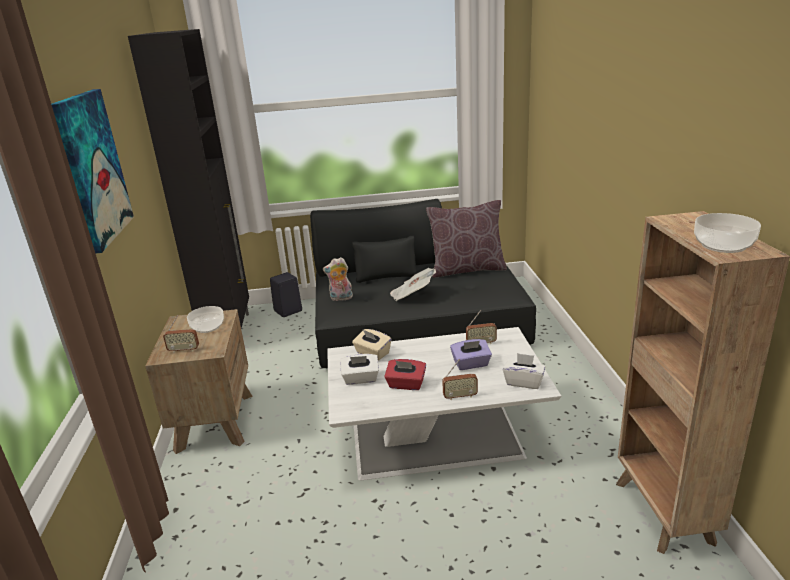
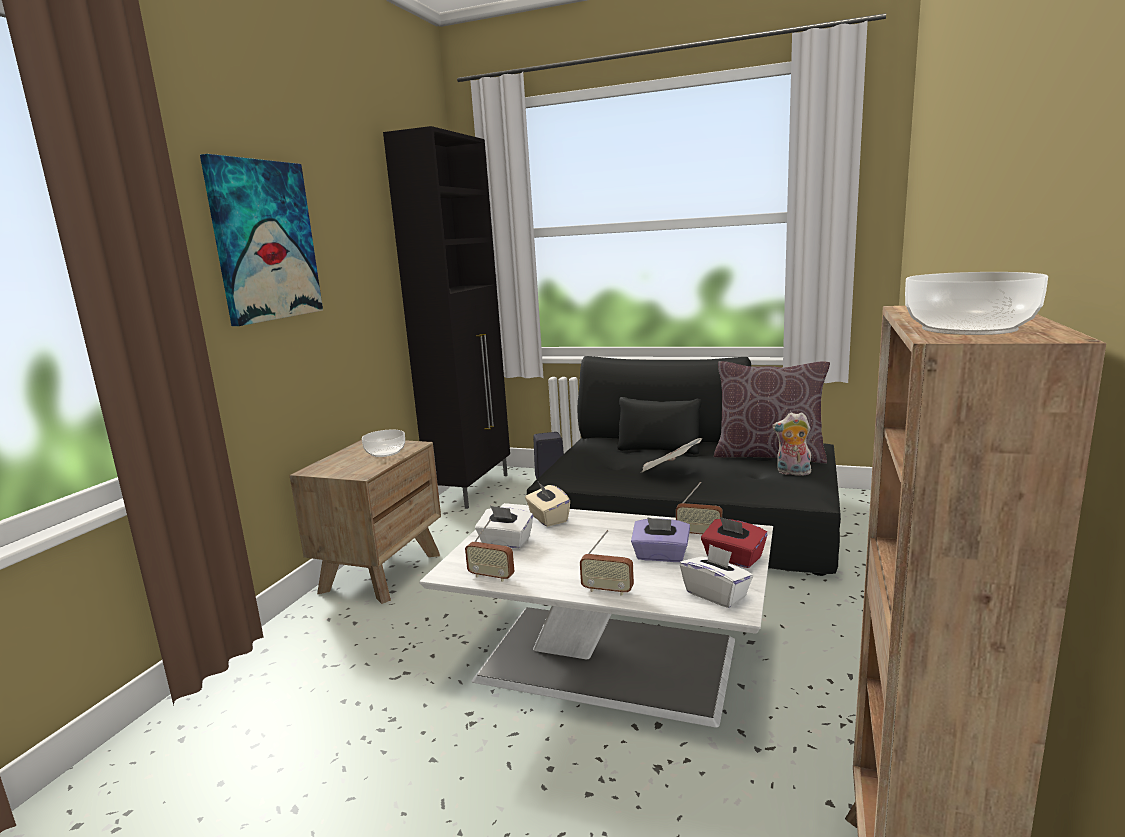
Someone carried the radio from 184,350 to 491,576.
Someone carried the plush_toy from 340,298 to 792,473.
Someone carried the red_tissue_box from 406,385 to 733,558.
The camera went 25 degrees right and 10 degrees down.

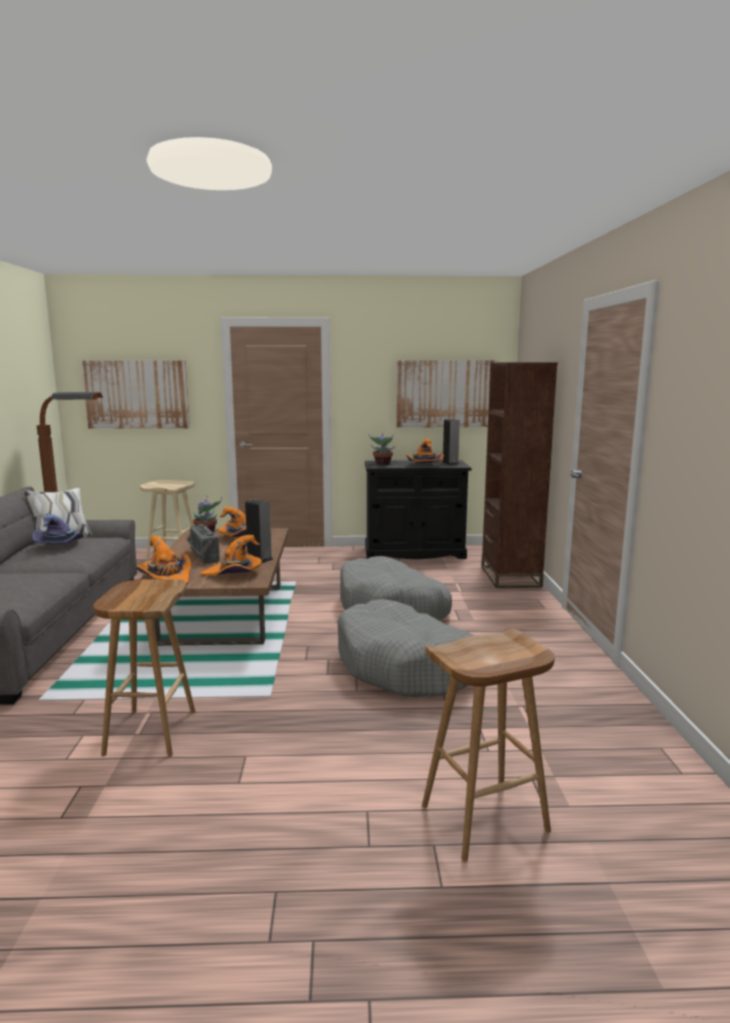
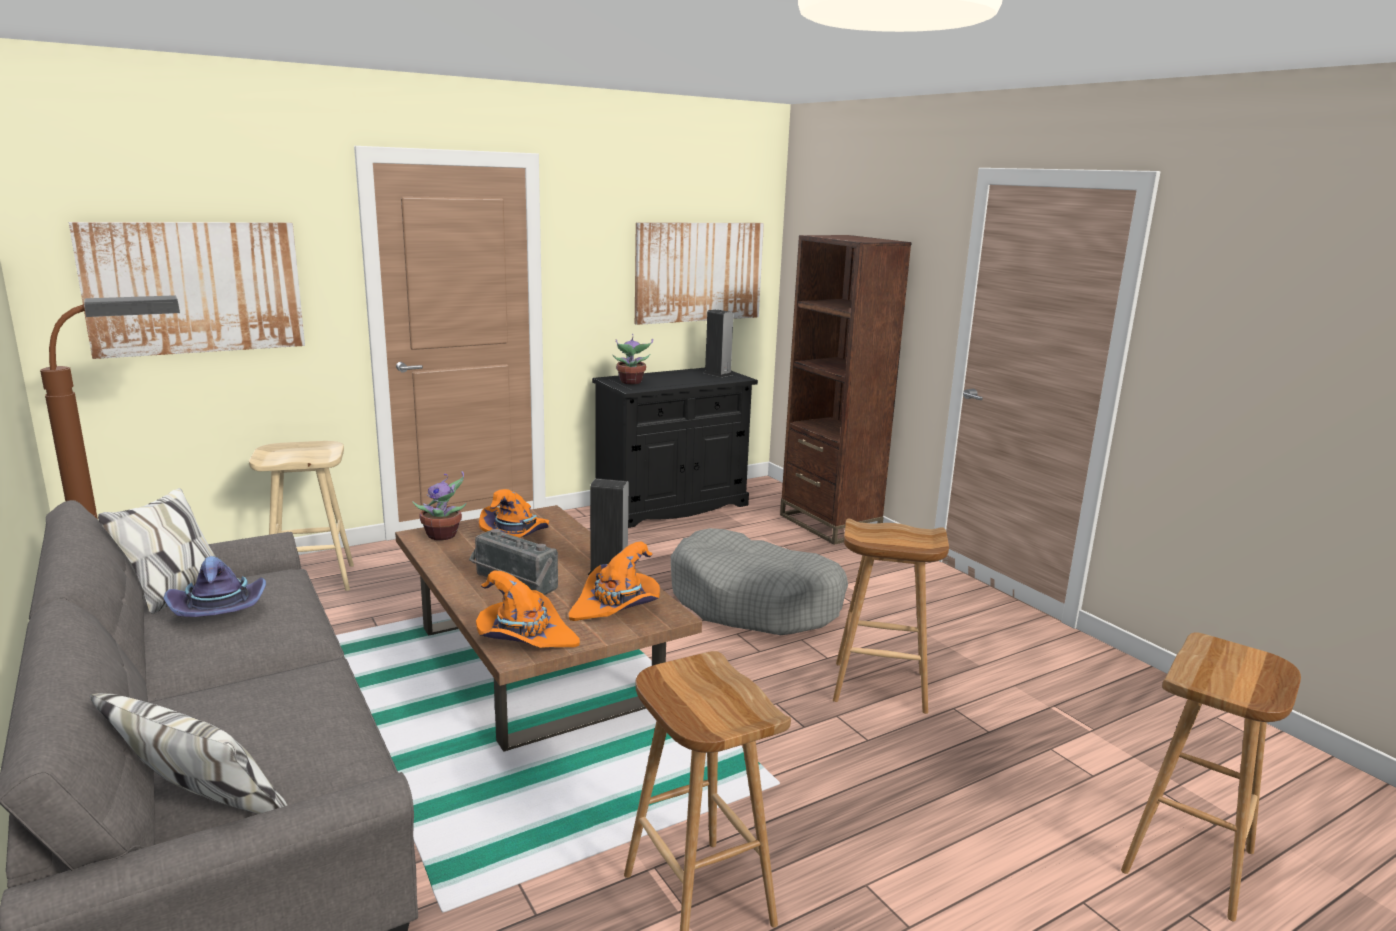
Someone swapped the grey_dog_bed at 406,666 for the brown_stool at 878,687.
Someone took away the orange_hat at 423,465.
The camera went 30 degrees left and 5 degrees up.

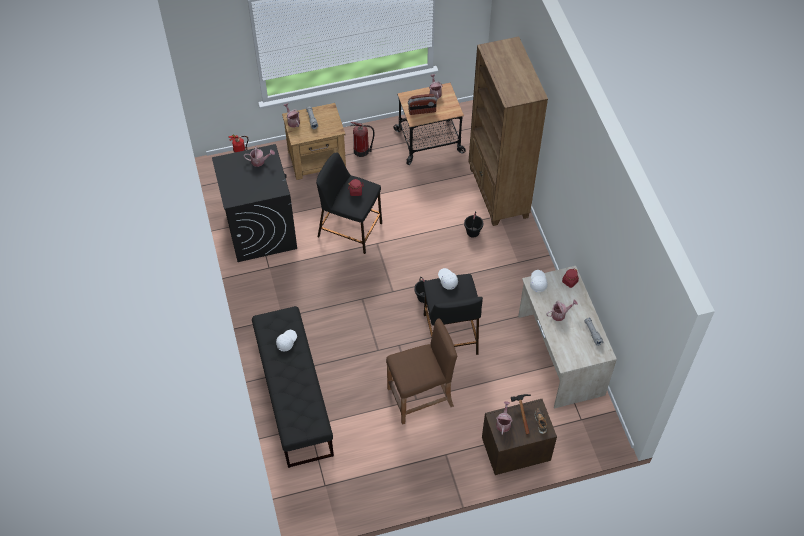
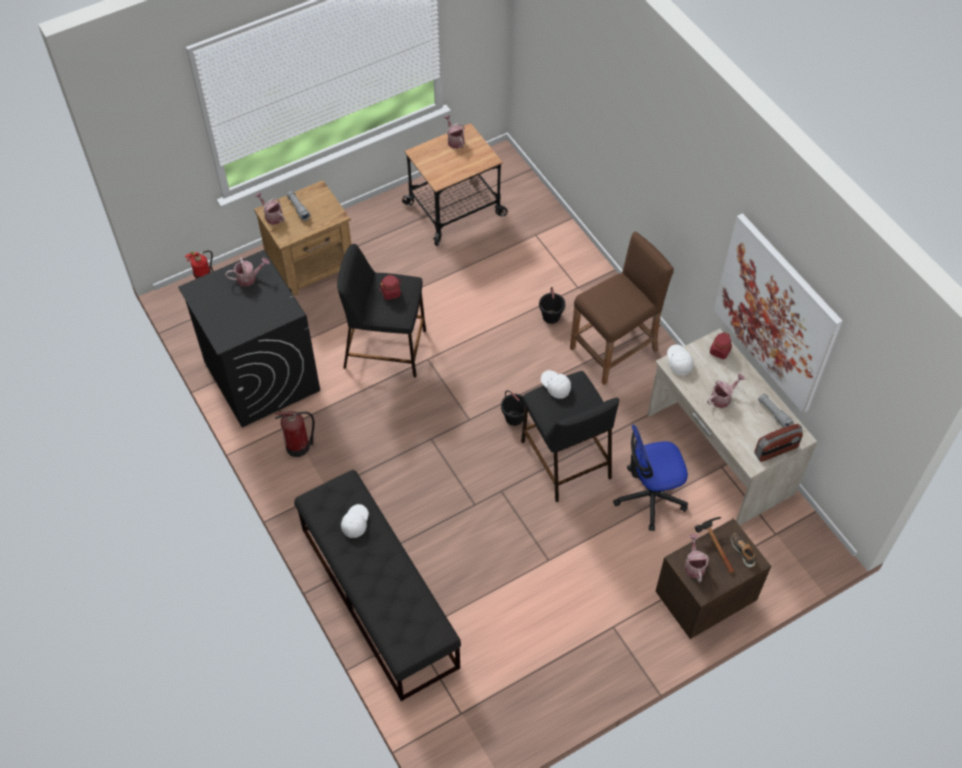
Someone carried the fire_extinguisher from 362,151 to 299,446.
Someone carried the brown_stool from 420,398 to 614,350.
Someone carried the radio from 422,111 to 776,450.
Someone took away the brown_bookcase at 498,193.
Someone put down the office_chair at 649,496.
Someone put up the picture at 776,313.
The camera went 15 degrees left and 0 degrees up.

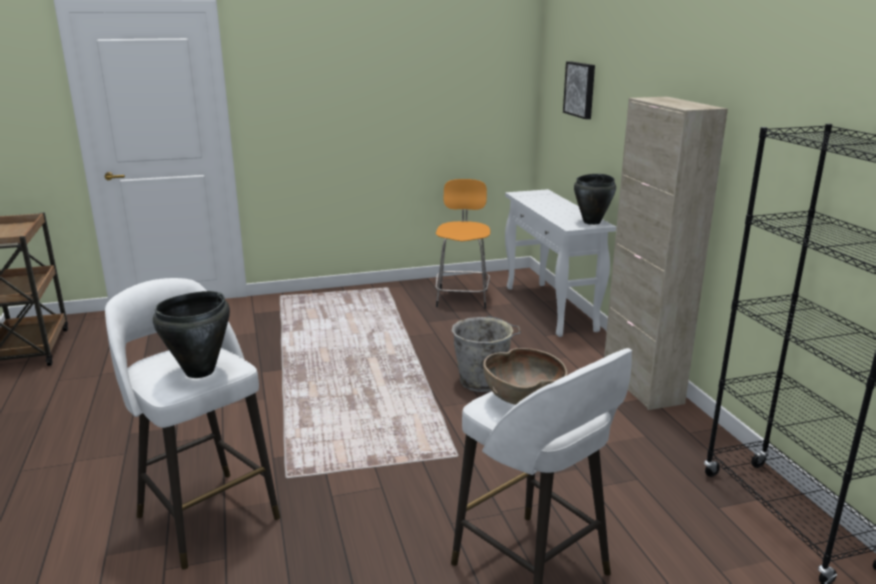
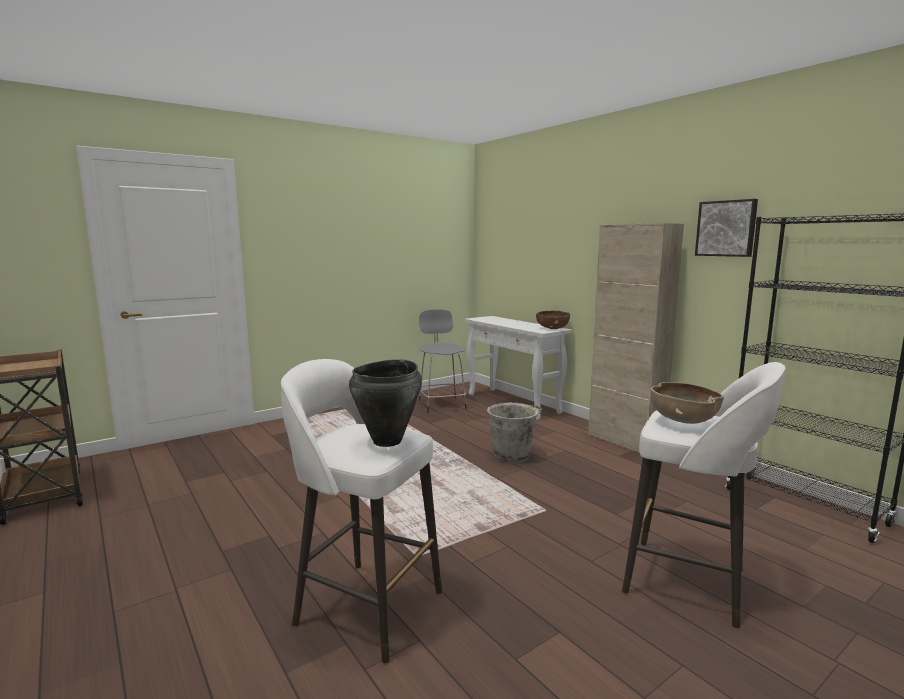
Someone repainted the orange_stool at 462,297, which became the grey_stool at 441,404.
Someone carried the picture from 581,89 to 726,228.
Someone swapped the black_cooking_pot at 592,222 for the brown_bowl at 552,328.
The camera went 20 degrees left and 10 degrees down.

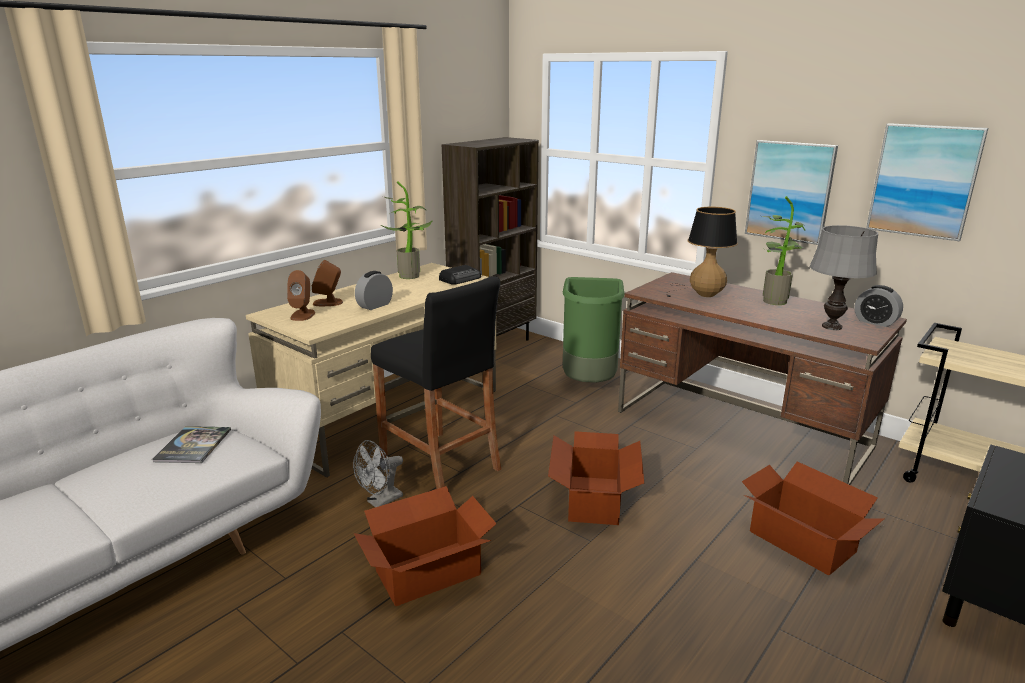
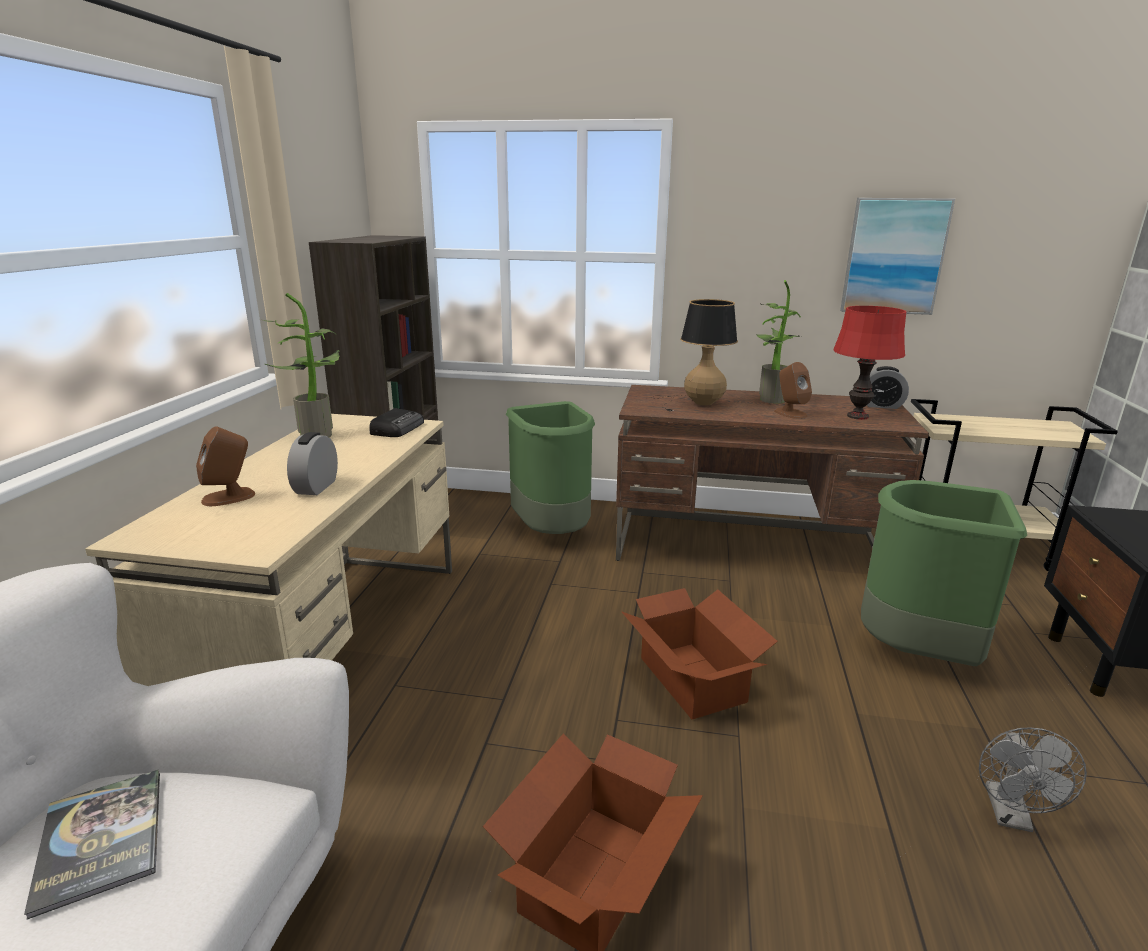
Someone carried the brown_speaker from 303,315 to 790,413.
Someone carried the grey_fan from 380,502 to 1011,816.
Someone took away the black_stool at 439,464.
Someone swapped the cardboard_box at 802,542 for the green_trash_can at 918,654.
Someone took away the picture at 790,191.
Someone repainted the grey_table_lamp at 831,327, which became the red_table_lamp at 857,416.
The camera went 30 degrees left and 0 degrees up.

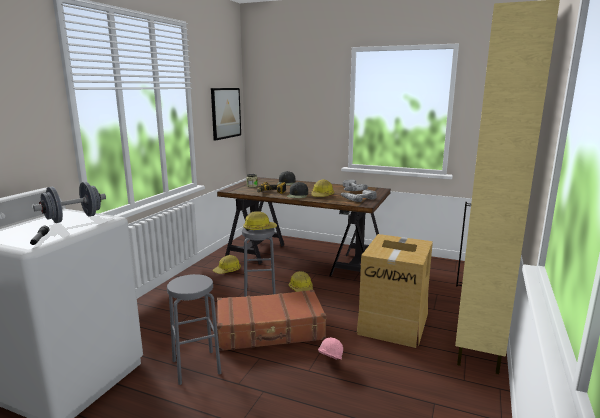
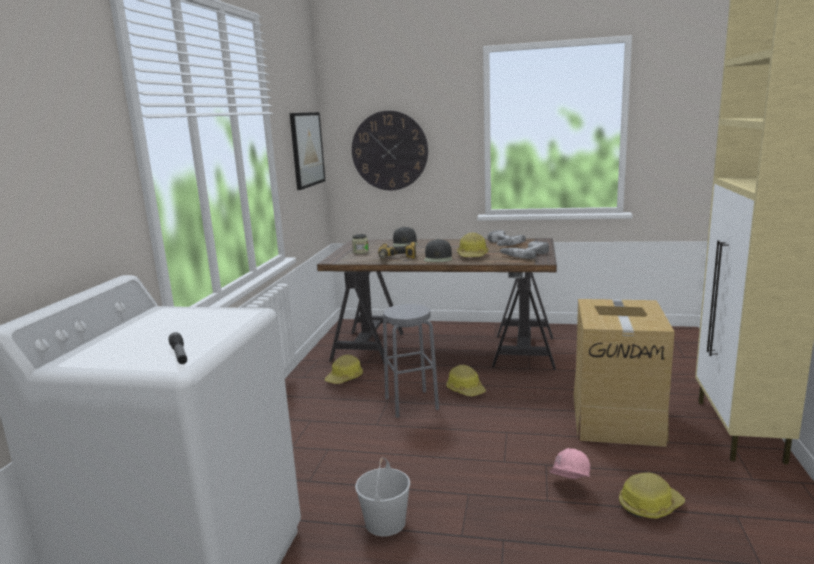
Someone took away the grey_dumbbell at 73,219.
Someone swapped the grey_stool at 196,367 for the white_bucket at 385,522.
Someone took away the brown_suitcase at 270,331.
Someone carried the hard_hat from 259,229 to 649,505.
Someone put up the wall_clock at 389,151.
The camera went 10 degrees left and 0 degrees up.

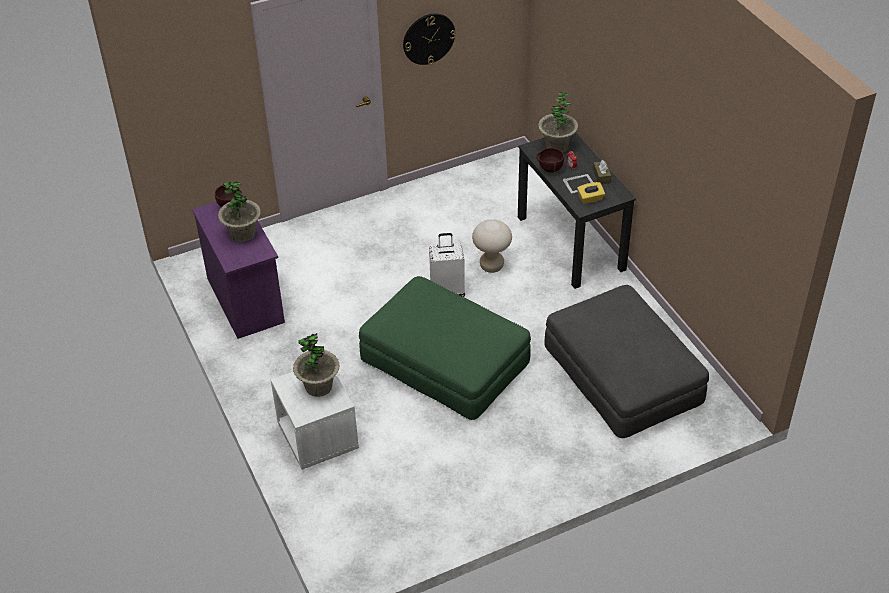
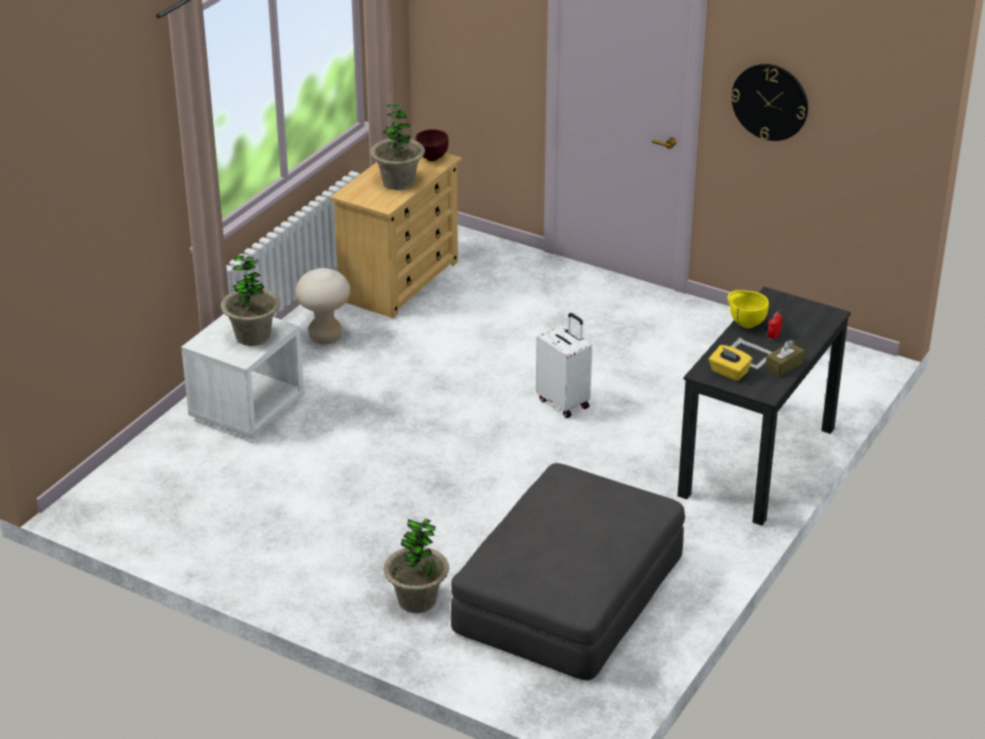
Someone repainted the purple_dresser at 245,300, which became the beige_dresser at 400,280.
Someone took away the green_ottoman at 444,360.
Someone carried the beige_stool from 491,266 to 325,337.
Someone repainted the brown_bowl at 549,170, which became the yellow_bowl at 745,324.
Someone carried the potted_plant from 557,146 to 417,600.
The camera went 55 degrees right and 10 degrees down.

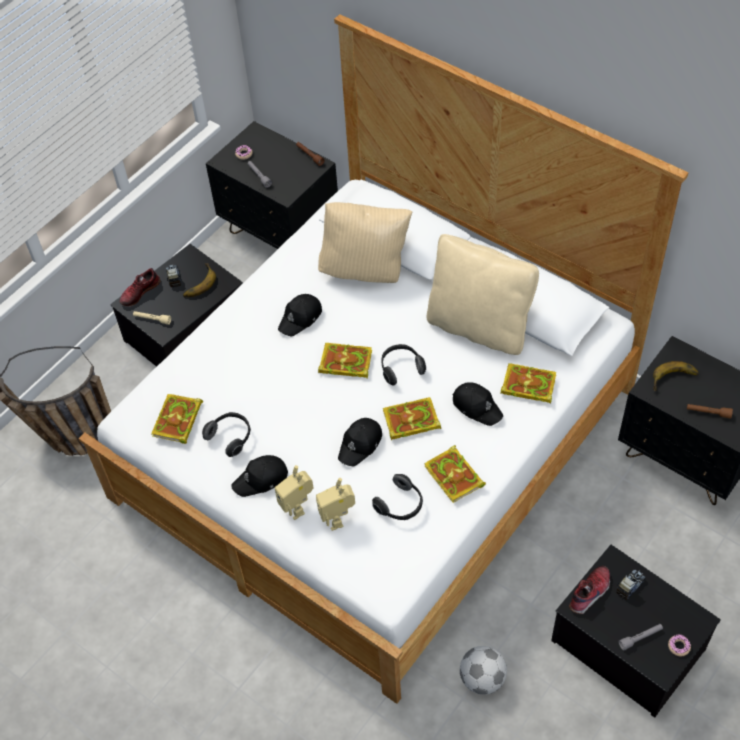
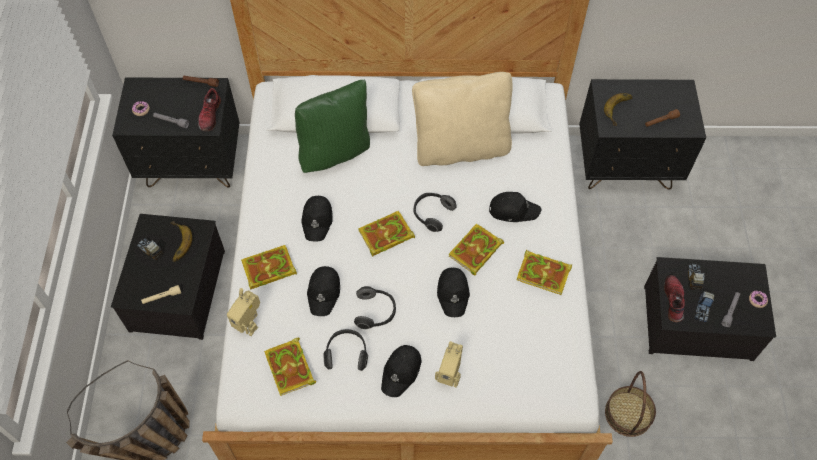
Someone carried the shoe from 139,292 to 209,115.
Someone carried the toy_robot from 338,518 to 249,324.
Someone repainted the beige_pillow at 365,270, which became the green_pillow at 335,151.
Someone carried the headphones from 400,505 to 375,312.
Someone swapped the football at 482,679 for the basket at 628,414.
Someone carried the book from 527,385 to 268,269.
Someone put down the black_cap at 324,292.
Someone put down the toy_truck at 702,309.
The camera went 40 degrees left and 5 degrees up.

